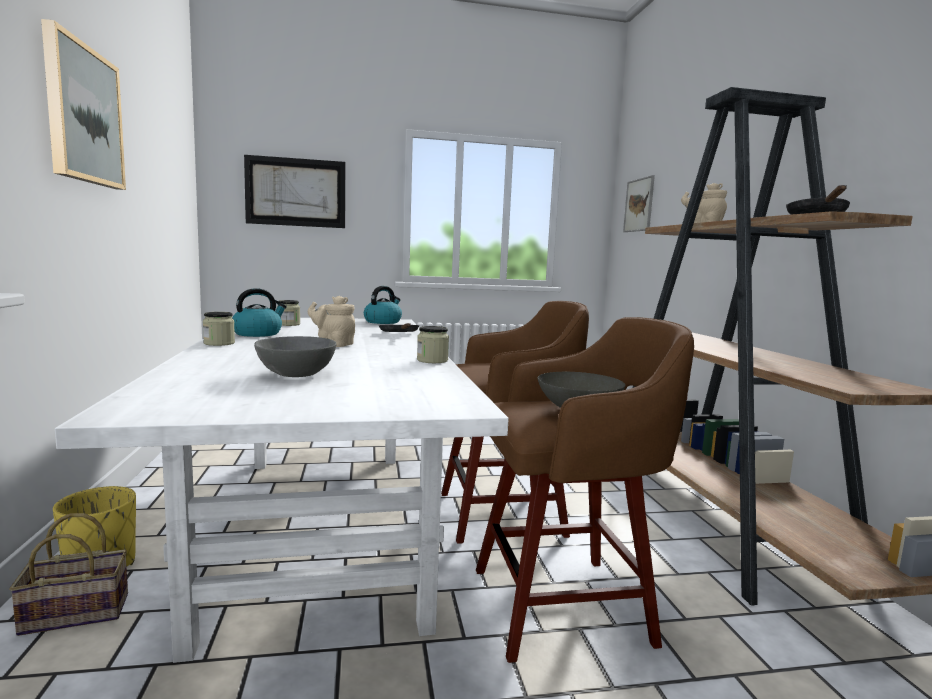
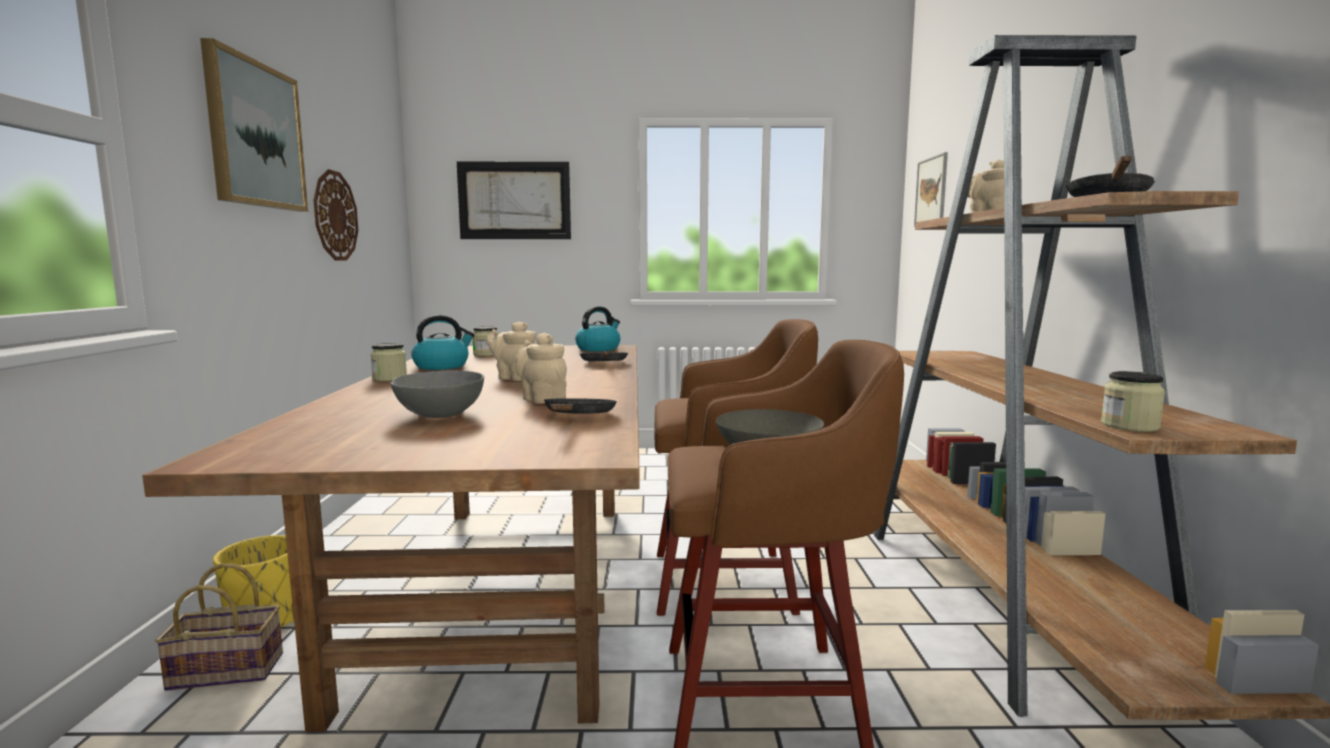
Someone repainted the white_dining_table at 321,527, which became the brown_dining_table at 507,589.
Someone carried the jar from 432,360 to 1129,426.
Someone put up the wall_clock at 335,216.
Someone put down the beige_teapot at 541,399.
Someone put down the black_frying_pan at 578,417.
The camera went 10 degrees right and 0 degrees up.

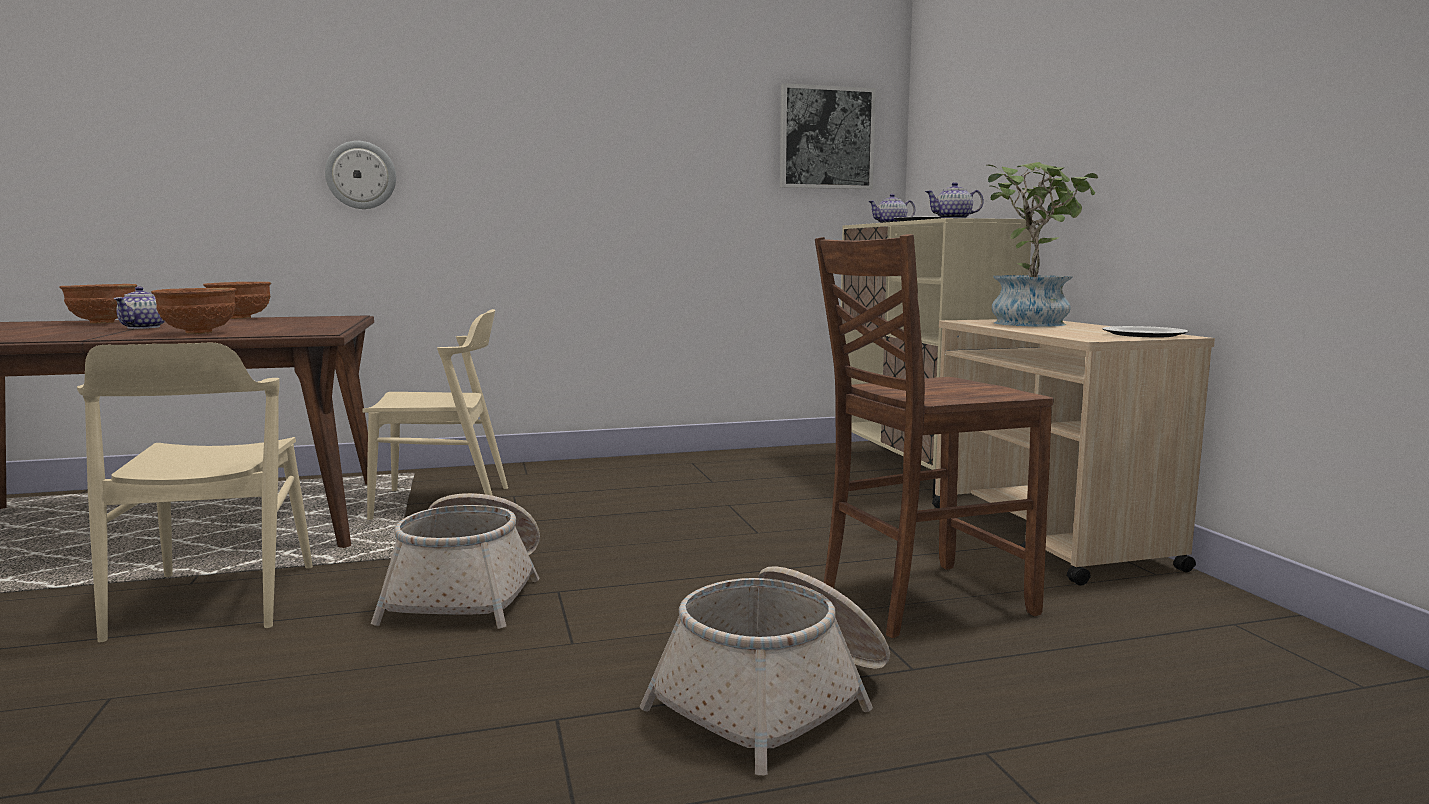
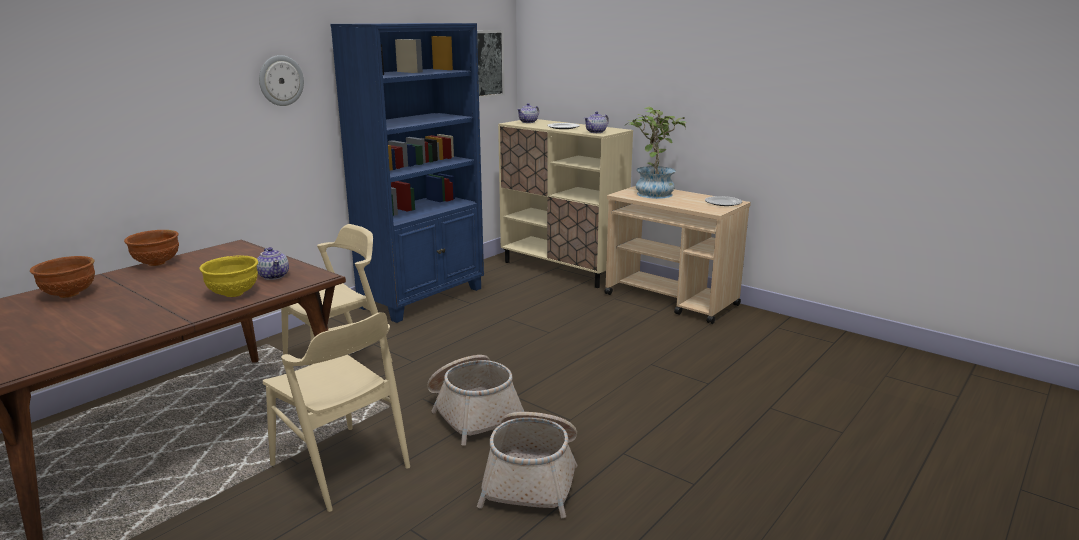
Someone carried the teapot from 144,327 to 274,276.
Someone repainted the brown_bowl at 198,333, which became the yellow_bowl at 233,294.
Someone carried the wall_clock from 361,175 to 280,80.
Someone carried the basket from 777,699 to 532,477.
Someone took away the brown_chair at 920,600.
Someone put down the blue_bookcase at 424,298.
The camera went 35 degrees left and 10 degrees up.

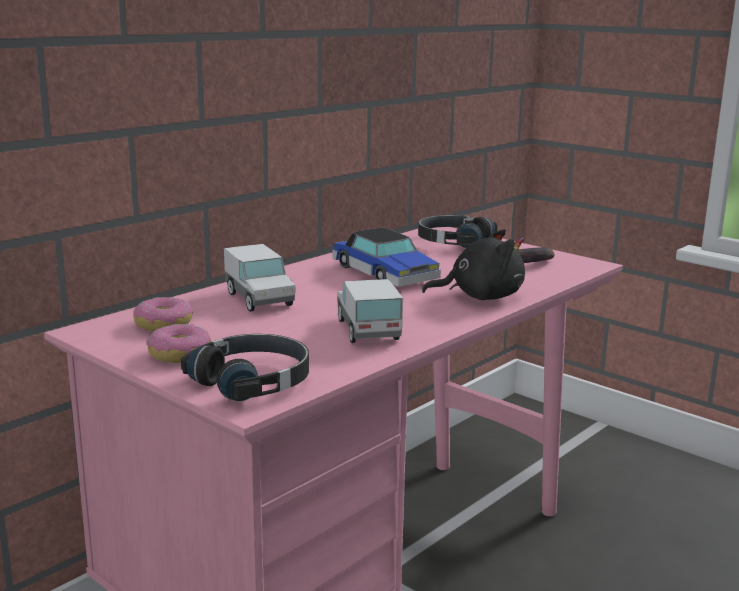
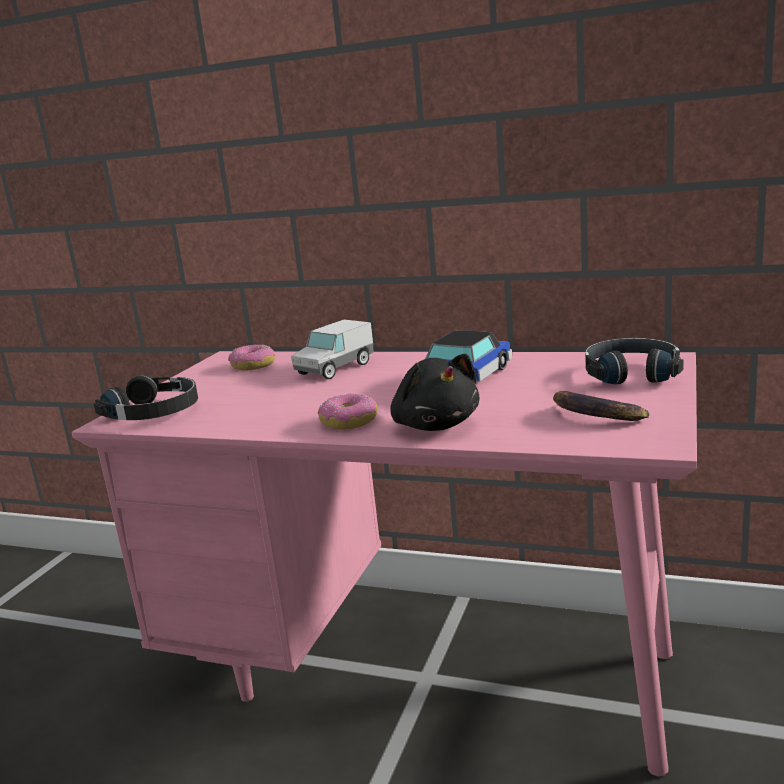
Someone carried the donut from 180,354 to 349,422.
Someone took away the toy_truck at 368,330.
The camera went 70 degrees right and 0 degrees up.

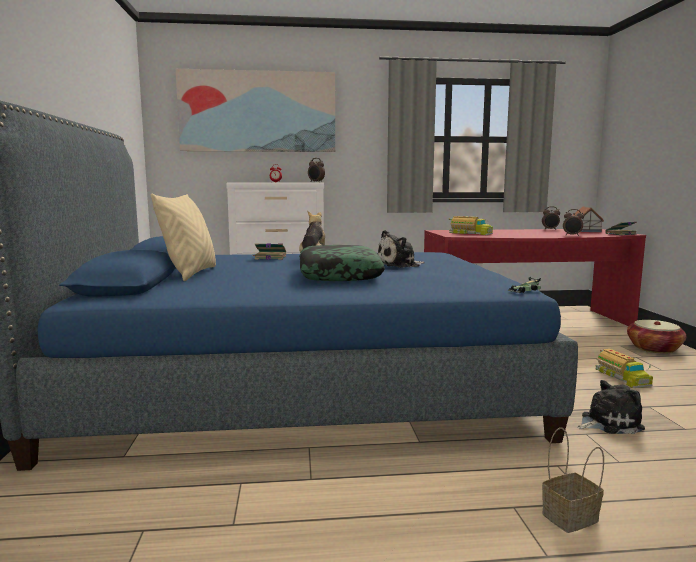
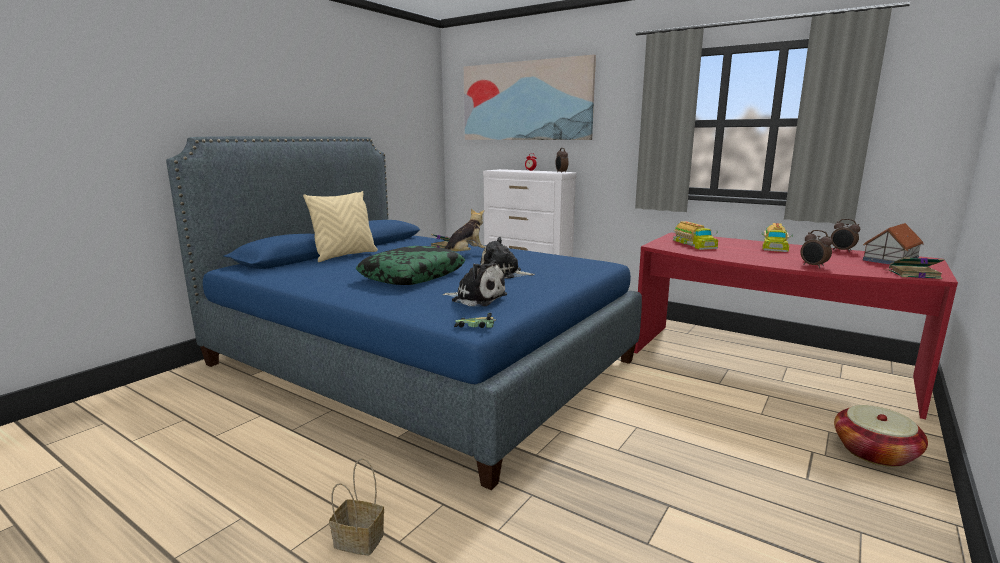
Someone carried the plush_toy from 608,423 to 476,298.
Someone carried the toy_truck from 621,377 to 773,246.
The camera went 40 degrees right and 5 degrees up.

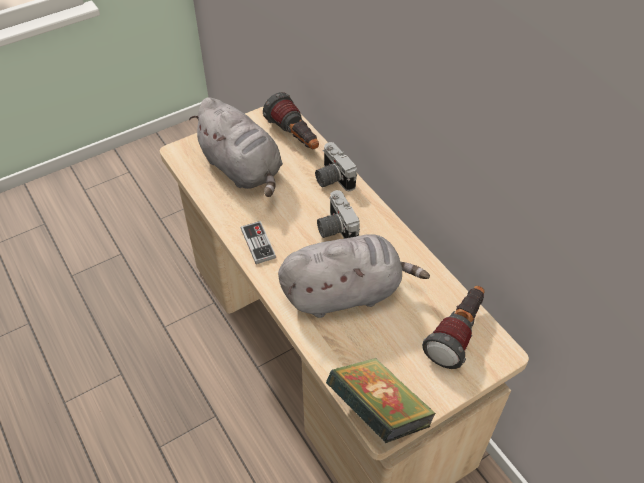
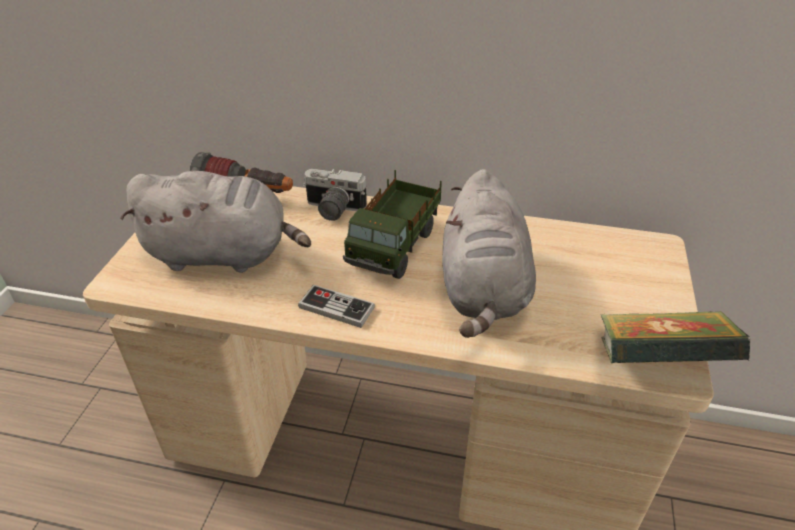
Someone rotated the grey_plush_toy at 346,293 by 150 degrees clockwise.
Someone swapped the photo_camera at 335,229 for the toy_truck at 395,246.
Someone took away the flashlight at 457,334.
The camera went 45 degrees left and 10 degrees down.

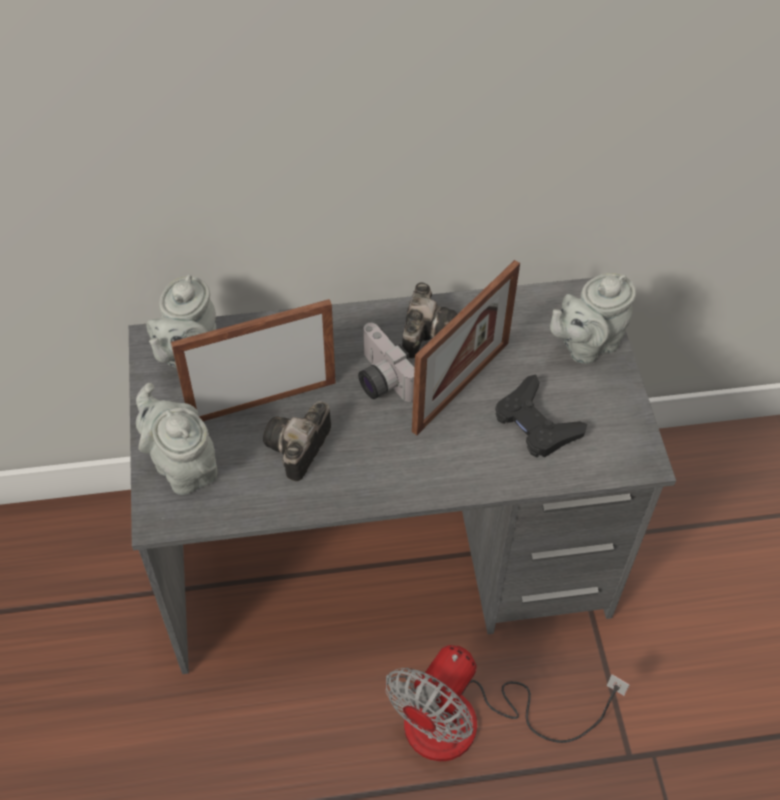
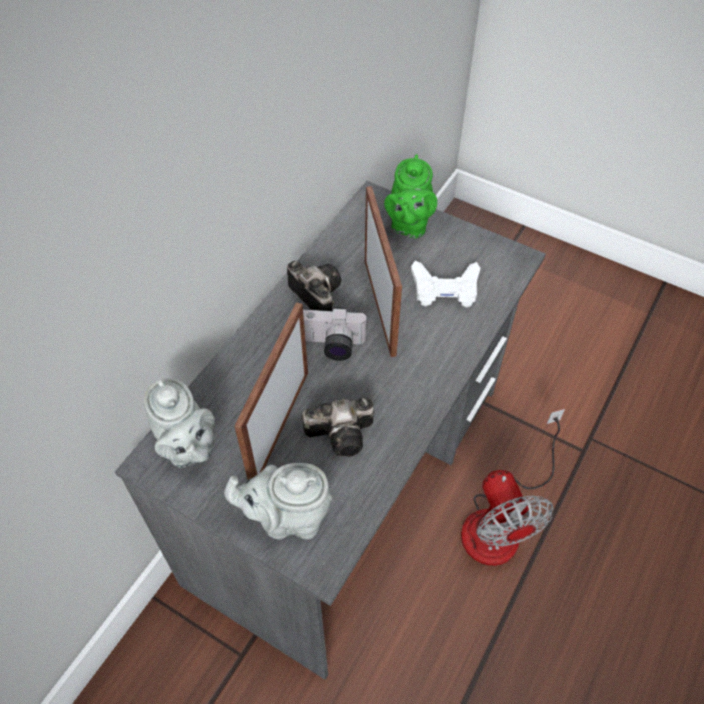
Someone rotated the photo_camera at 297,450 by 75 degrees counterclockwise.
Someone repainted the black_game_controller at 536,423, which became the white_game_controller at 445,289.
Someone repainted the grey_teapot at 586,344, which became the green_teapot at 408,225.
The camera went 50 degrees left and 0 degrees up.

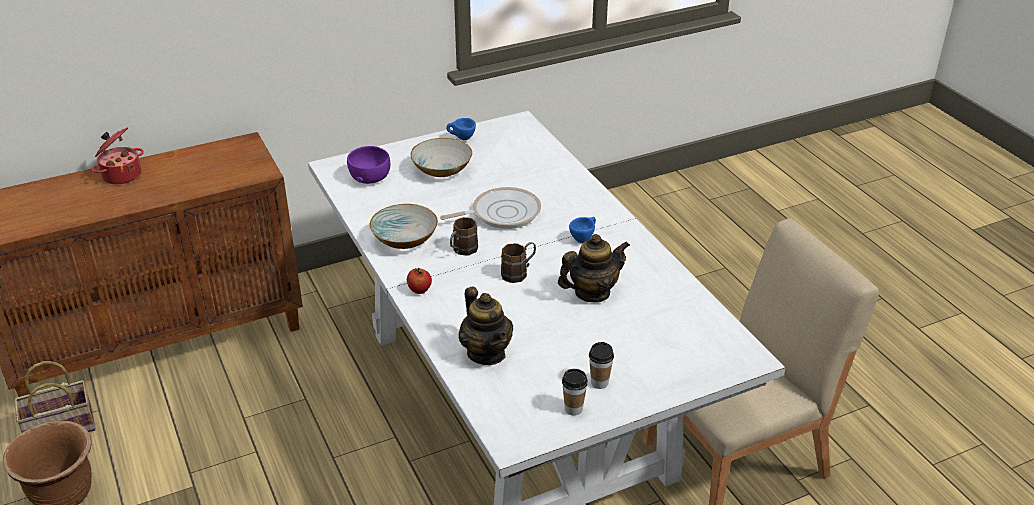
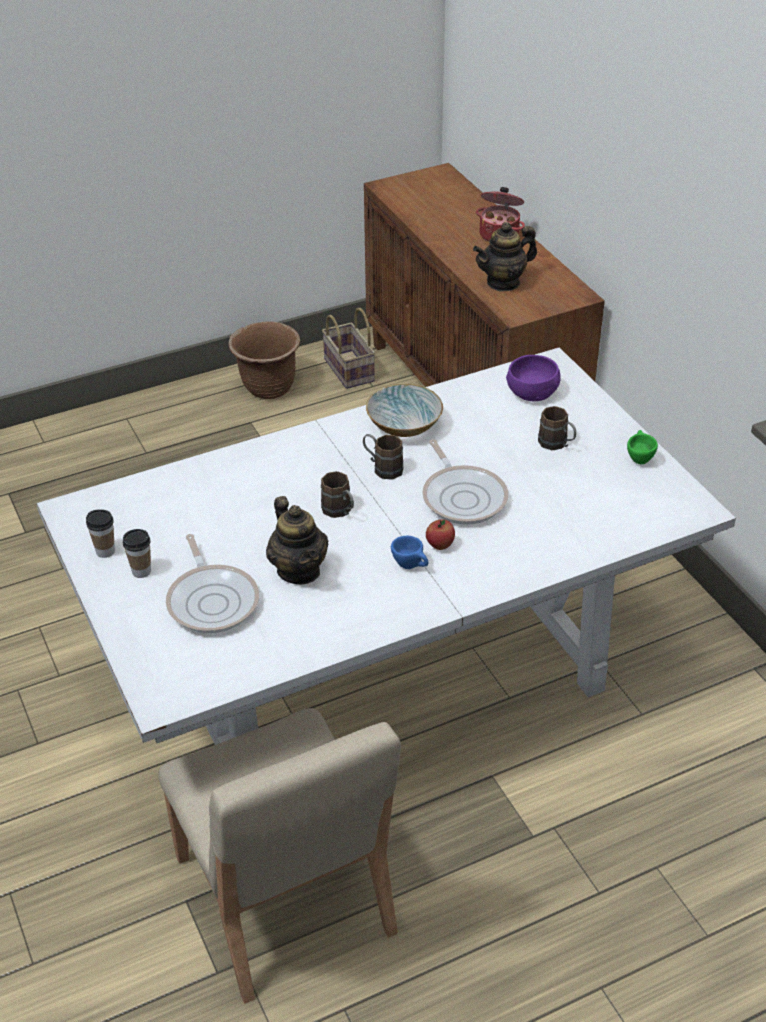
Someone carried the apple from 419,290 to 440,545.
Someone swapped the bowl at 441,170 for the brown_mug at 557,444.
Someone repainted the blue_cup at 461,138, which became the green_cup at 638,458.
Someone carried the teapot from 486,353 to 503,282.
Someone put down the frying_pan at 212,600.
The camera went 90 degrees right and 5 degrees up.

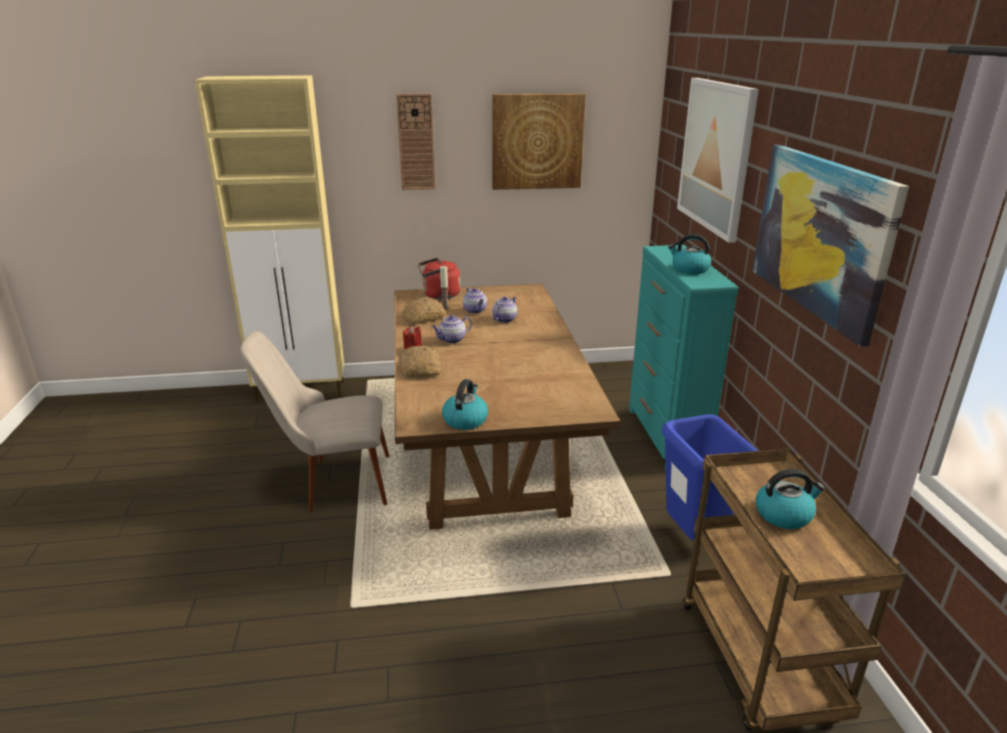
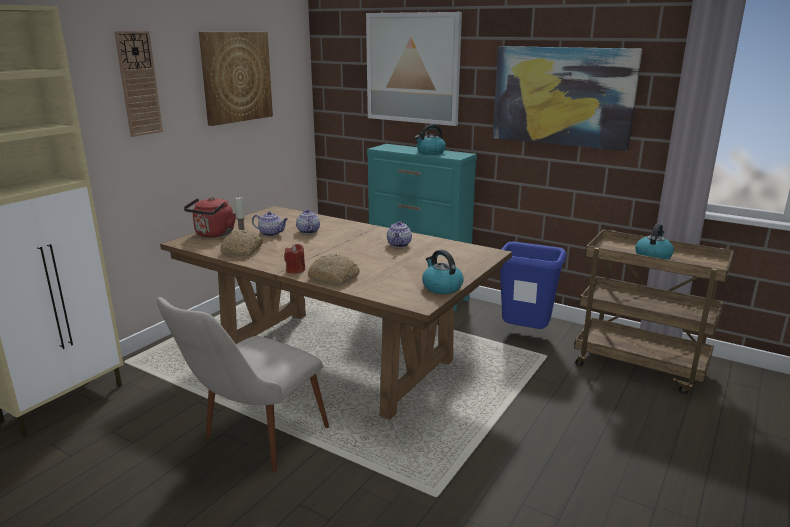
Someone carried the teapot from 452,340 to 399,245.
The camera went 50 degrees left and 5 degrees down.

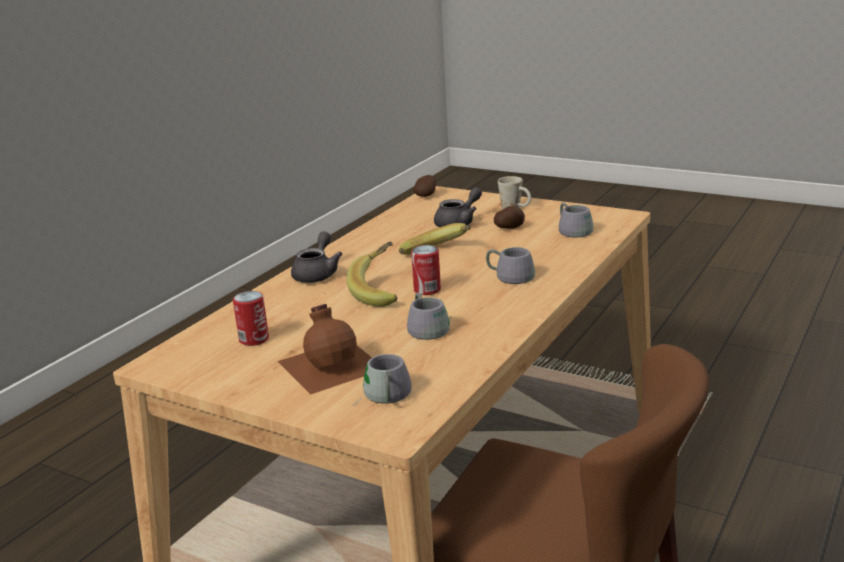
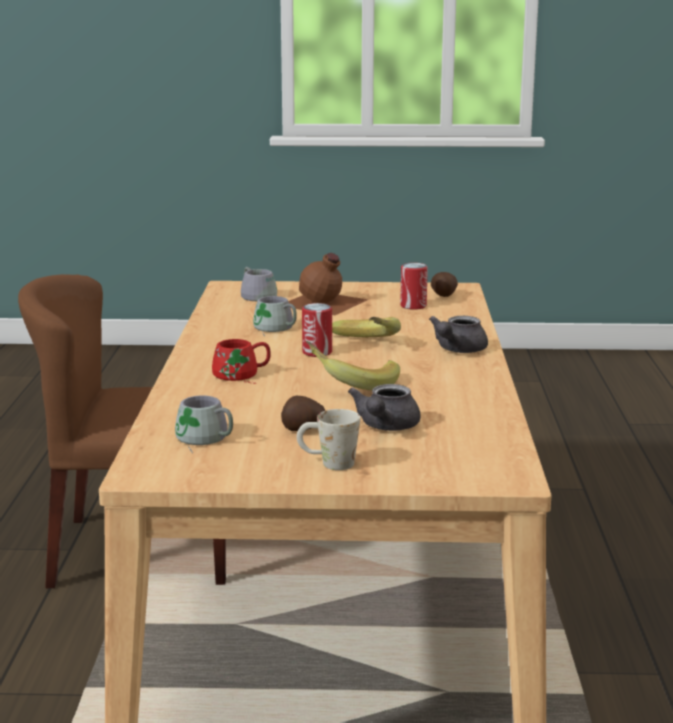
Someone rotated the grey_teapot at 317,274 by 45 degrees clockwise.
Someone carried the potato from 426,195 to 443,295.
Someone repainted the grey_mug at 511,275, which became the red_mug at 241,375.
The camera went 150 degrees right and 5 degrees down.

